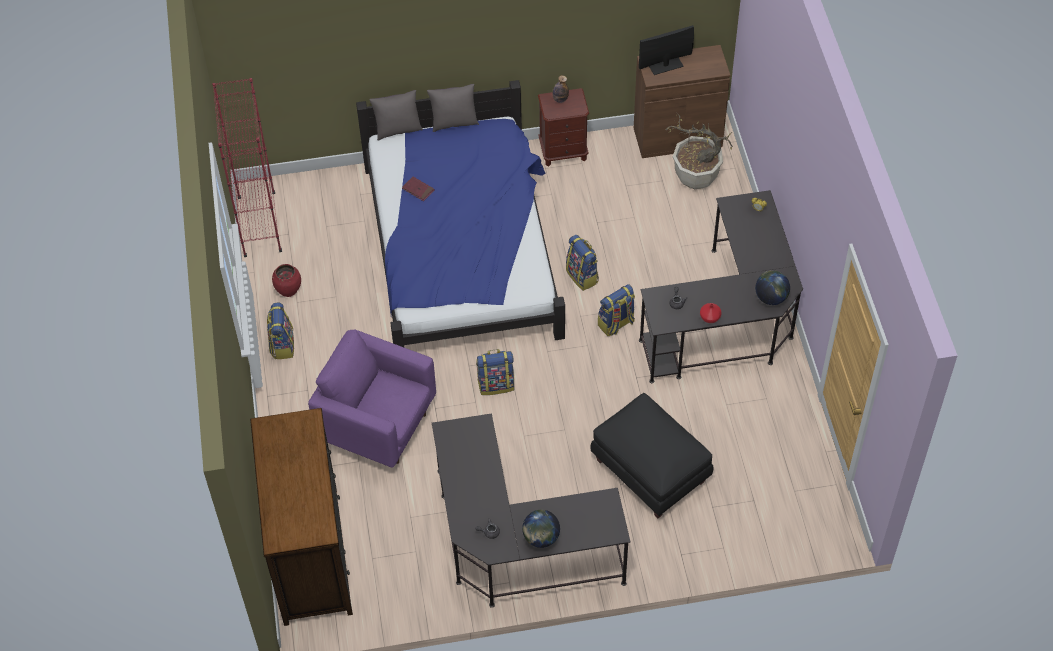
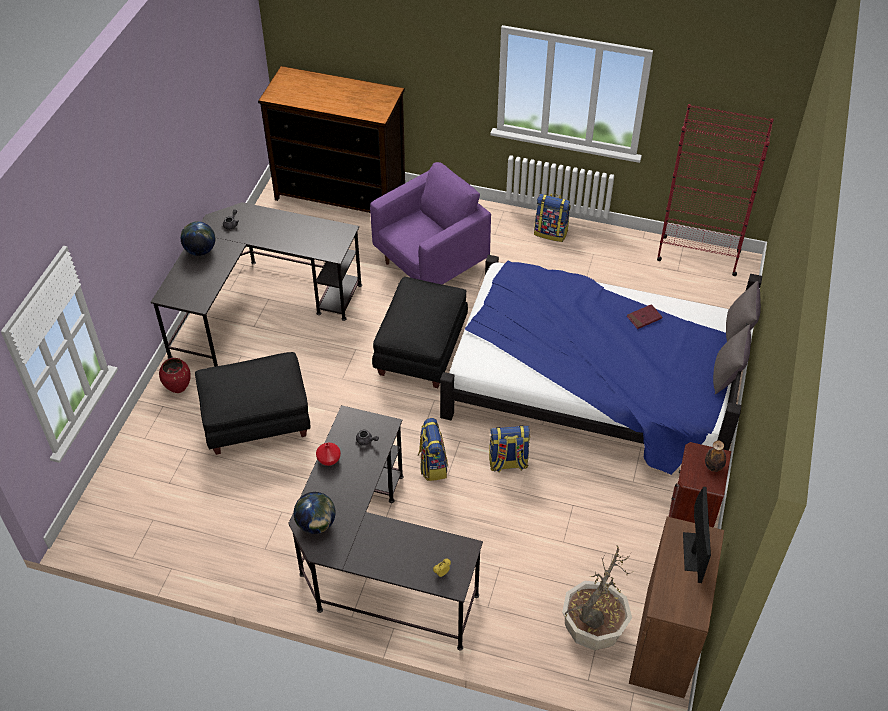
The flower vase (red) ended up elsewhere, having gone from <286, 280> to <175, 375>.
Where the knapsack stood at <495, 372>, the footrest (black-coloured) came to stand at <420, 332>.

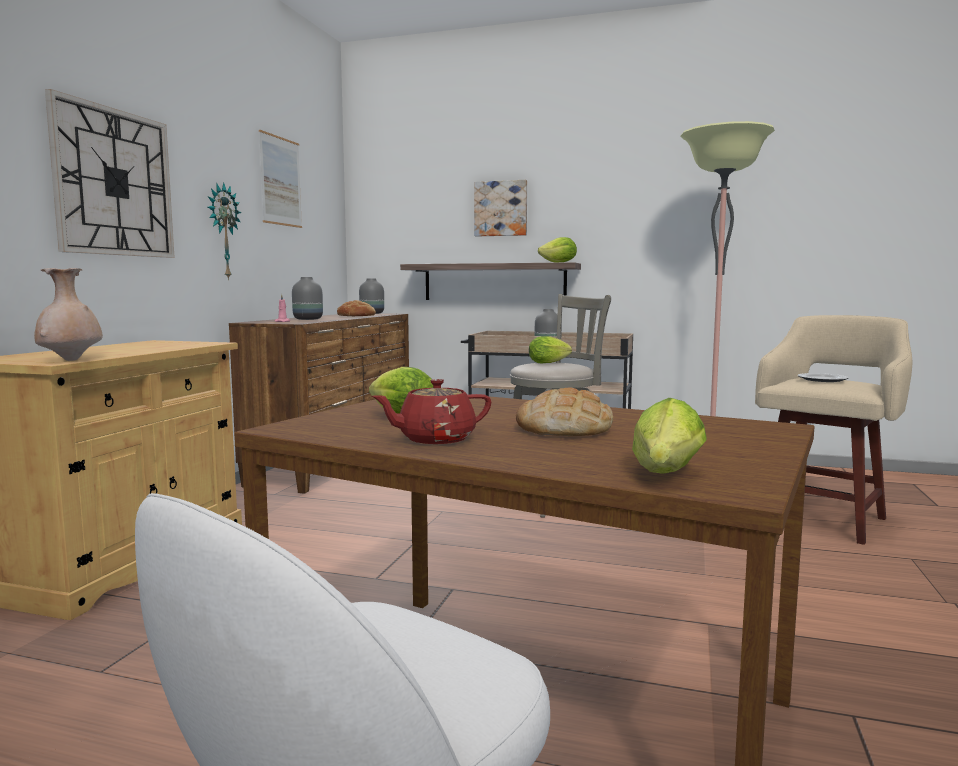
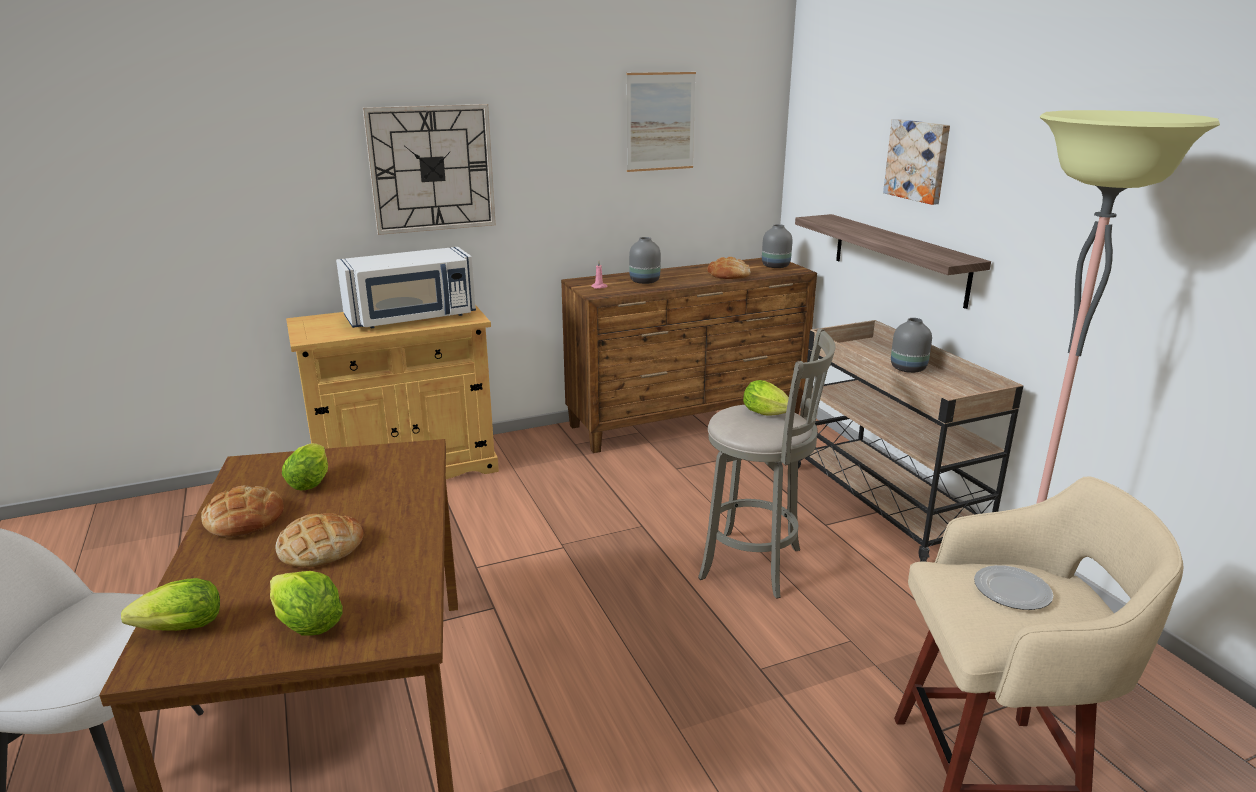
The second view lost the flower vase (beige) at <68, 314>.
The second view lost the hanging clock at <224, 231>.
Where the teapot (red) stood at <431, 411>, the bakery bread came to stand at <242, 511>.
The head of lettuce ended up elsewhere, having gone from <557, 250> to <306, 603>.
The second view gained the microwave (white-coloured) at <406, 287>.

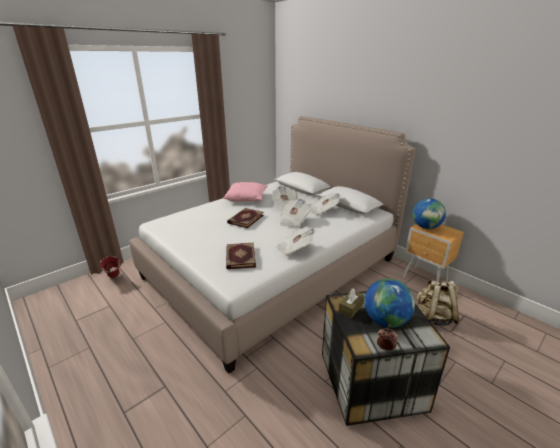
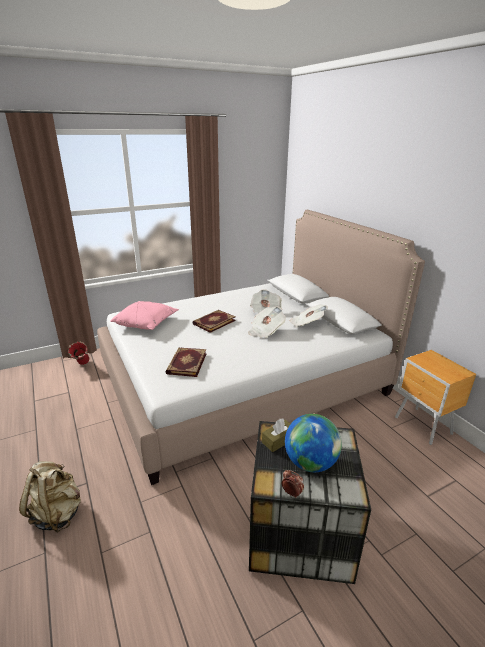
The cushion (pinkish) ended up elsewhere, having gone from <246, 192> to <144, 315>.
The second view lost the newspaper at <296, 241>.
The second view lost the world globe at <429, 213>.
The knapsack (beige) ended up elsewhere, having gone from <438, 303> to <50, 497>.

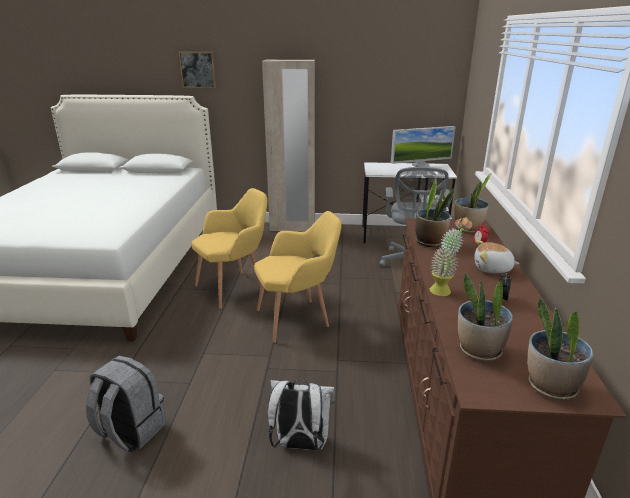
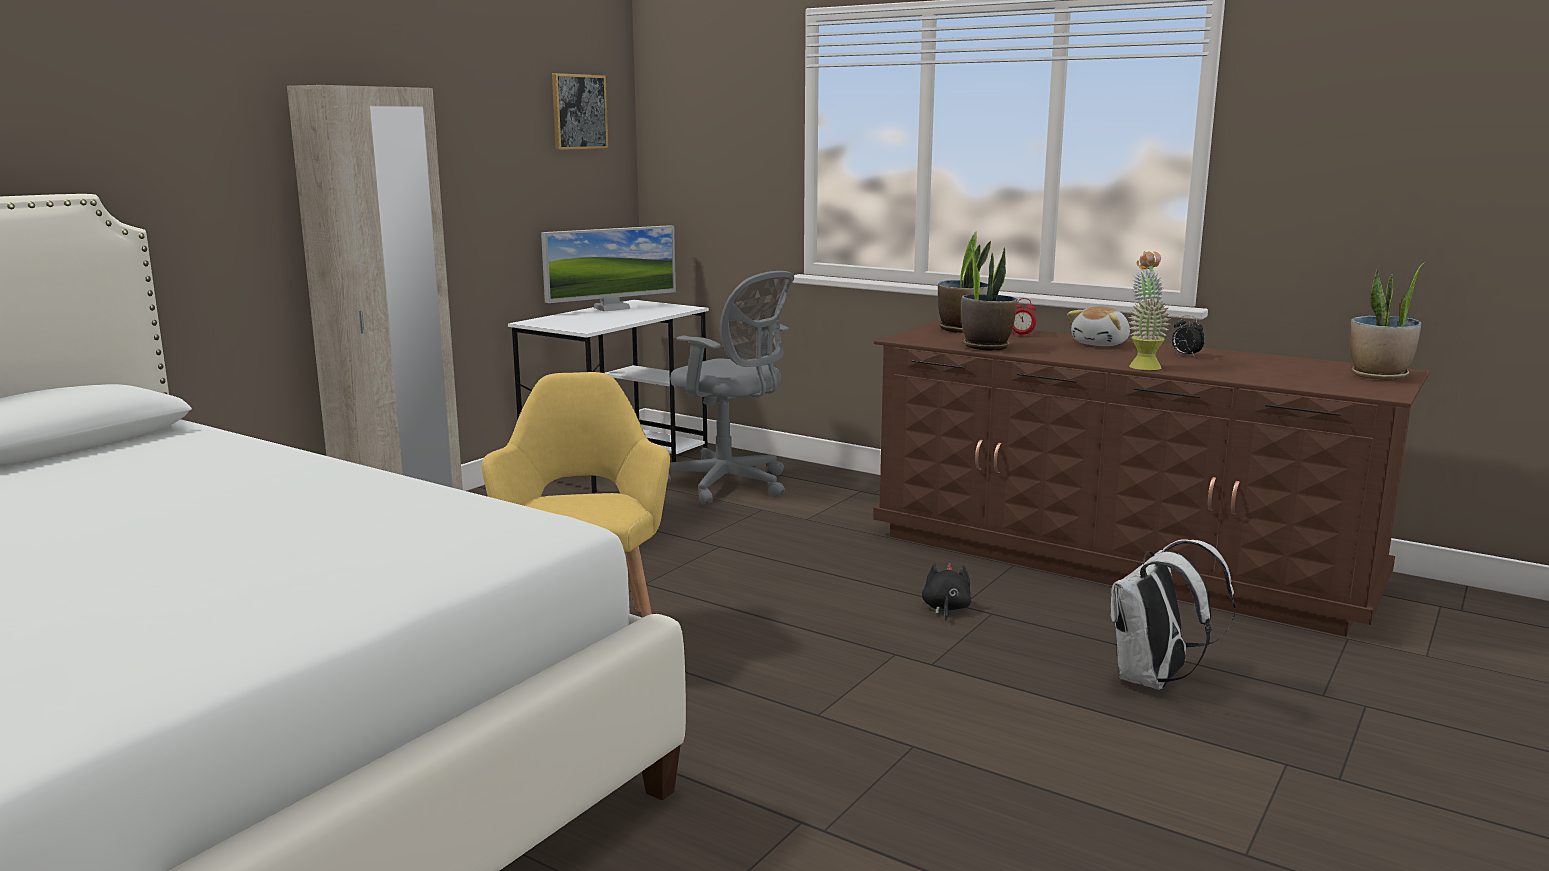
The second view lost the knapsack (gray) at <126, 404>.
The picture ended up elsewhere, having gone from <197, 70> to <580, 111>.
The second view lost the armchair (yellow-coloured) at <297, 277>.
The computer screen at <423, 146> ended up facing another way, 45 degrees clockwise from before.
The second view lost the houseplant at <485, 317>.
The second view gained the soft toy (black-coloured) at <946, 592>.

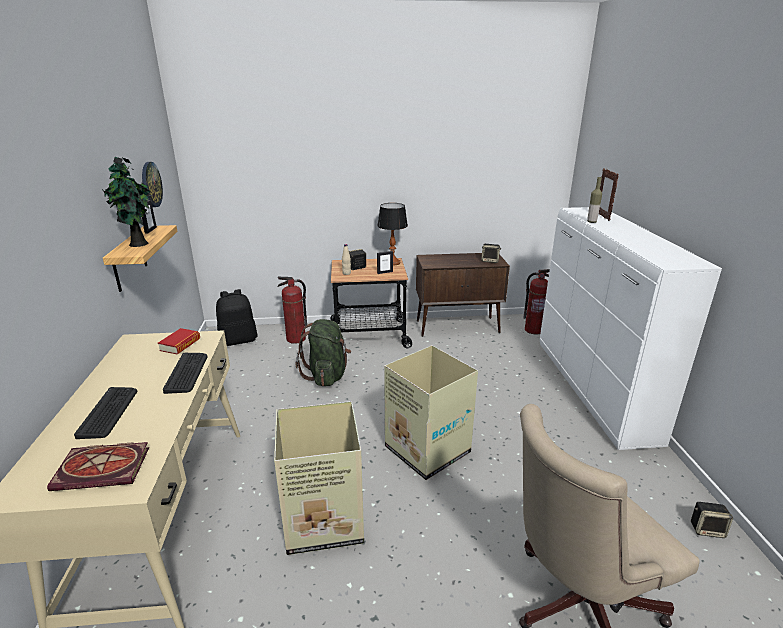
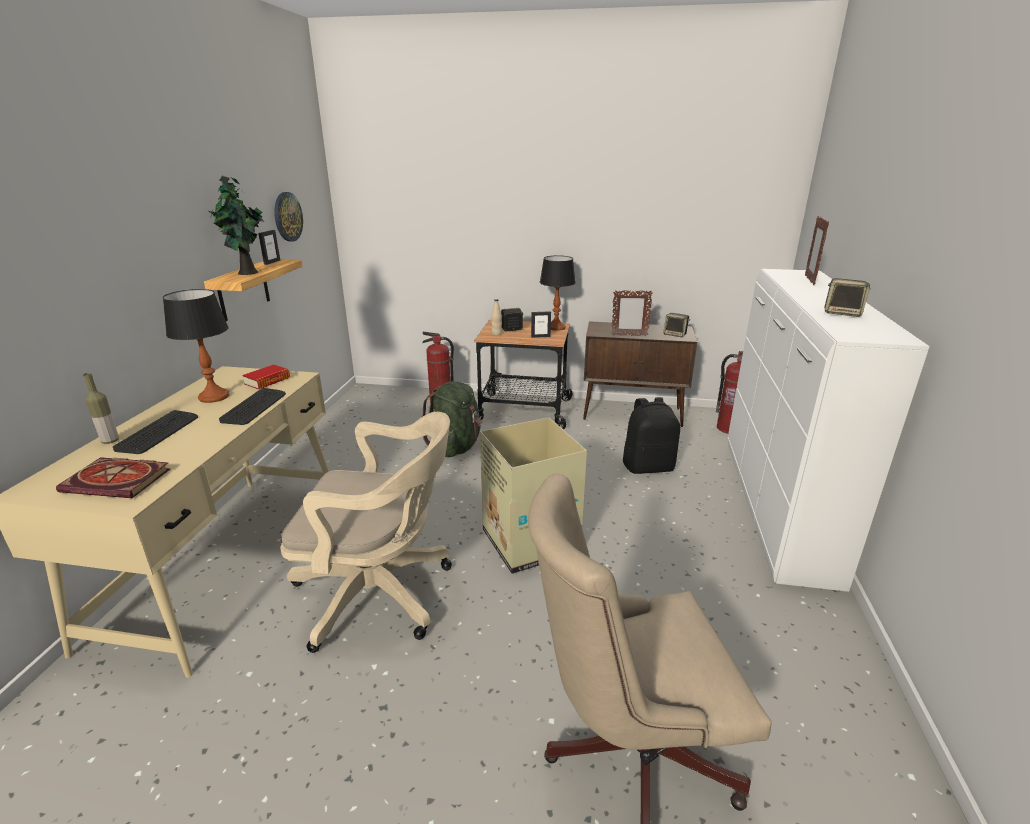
The knapsack (black-coloured) ended up elsewhere, having gone from <237, 317> to <651, 435>.
Where the carton stood at <319, 478>, the office chair (beige) came to stand at <366, 532>.
The bottle ended up elsewhere, having gone from <594, 200> to <101, 408>.
The audio speaker ended up elsewhere, having gone from <712, 520> to <848, 297>.
The second view gained the lamp for a table at <196, 346>.
The second view gained the picture frame at <632, 313>.

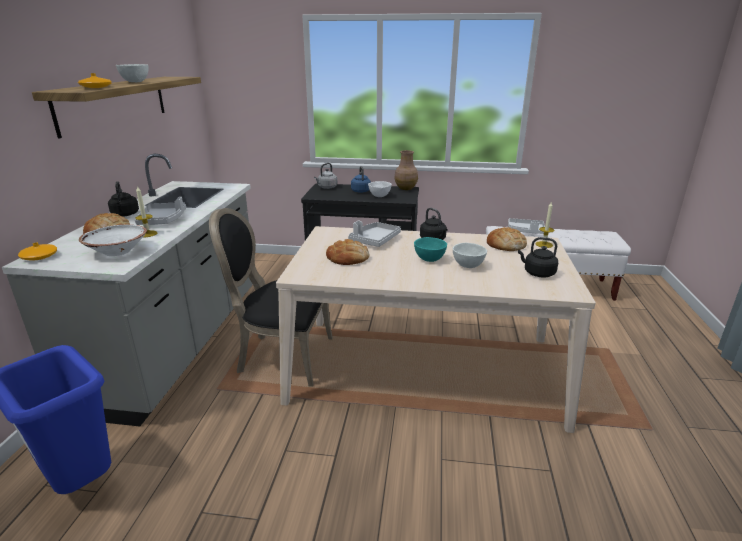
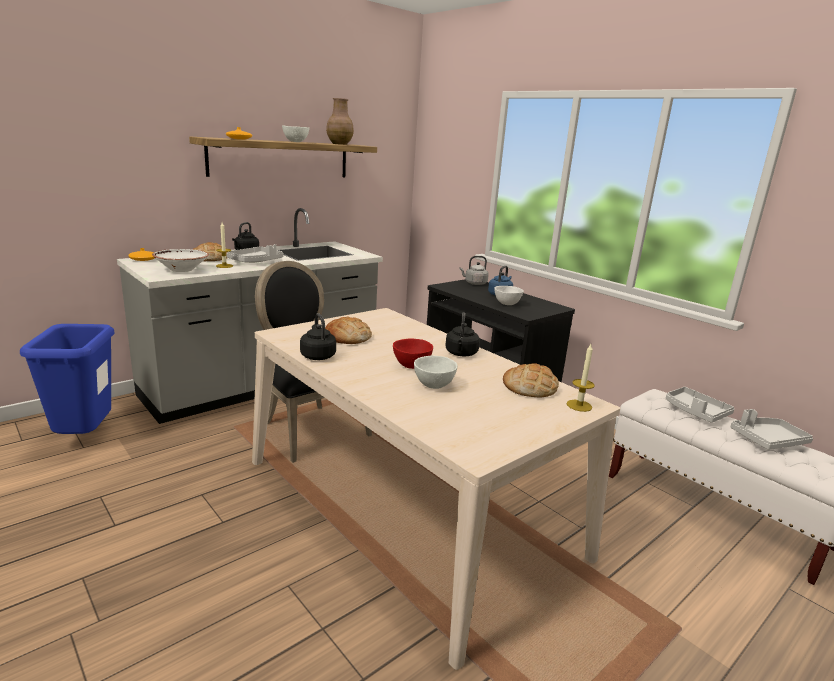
The tray (gray) ended up elsewhere, having gone from <374, 234> to <772, 429>.
The flower vase (brown) ended up elsewhere, having gone from <406, 170> to <340, 121>.
What was the deep dish (turquoise-coloured) at <430, 249> turned into the deep dish (red) at <413, 353>.
The kettle (black-coloured) ended up elsewhere, having gone from <538, 257> to <318, 336>.

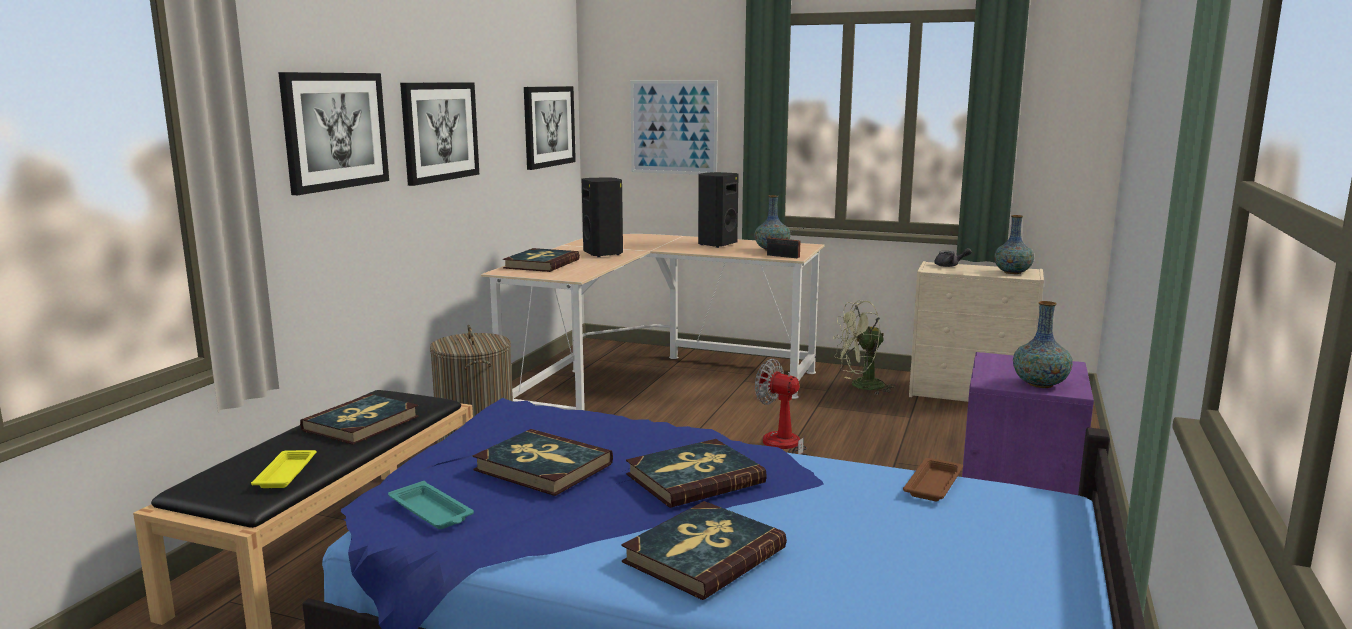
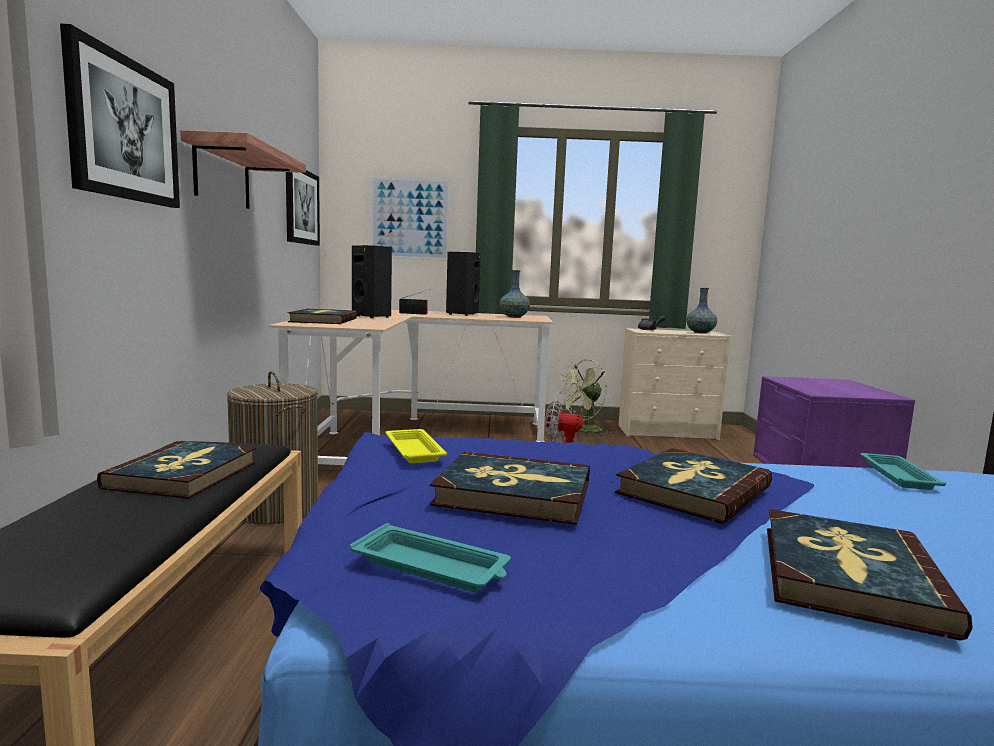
The tray (yellow-coloured) ended up elsewhere, having gone from <283, 469> to <416, 446>.
Where the picture hung at <439, 134>, the shelf came to hang at <243, 169>.
The radio ended up elsewhere, having gone from <785, 243> to <415, 302>.
What was the tray (brown) at <933, 479> turned into the tray (turquoise-coloured) at <903, 471>.
The second view lost the flower vase at <1043, 344>.

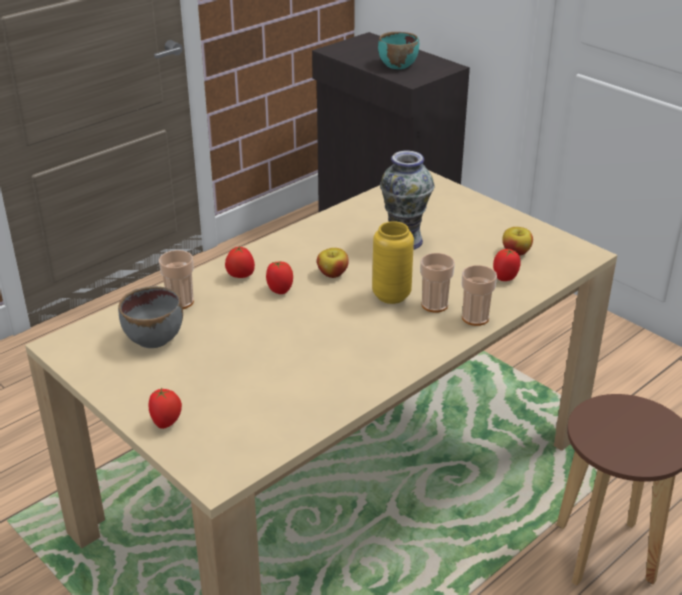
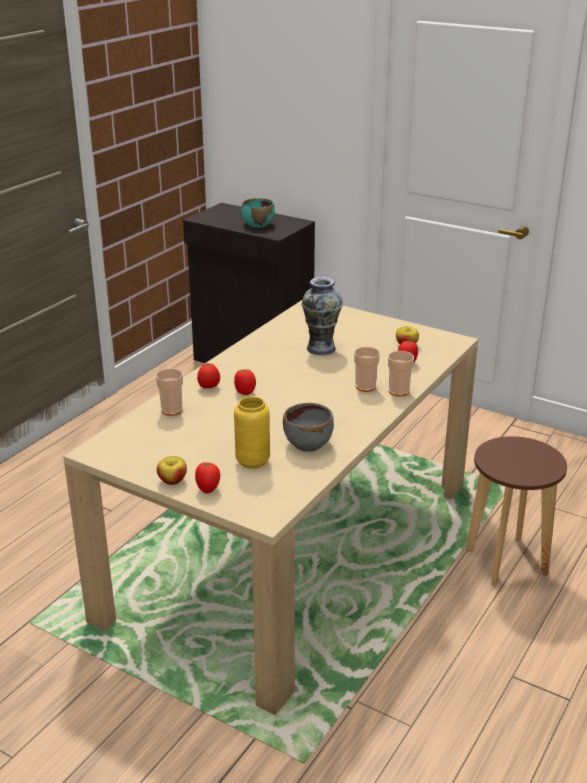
The deep dish (gray) ended up elsewhere, having gone from <150, 317> to <308, 427>.
The apple ended up elsewhere, having gone from <333, 263> to <172, 470>.
The flower vase (yellow-coloured) ended up elsewhere, having gone from <393, 262> to <252, 432>.

